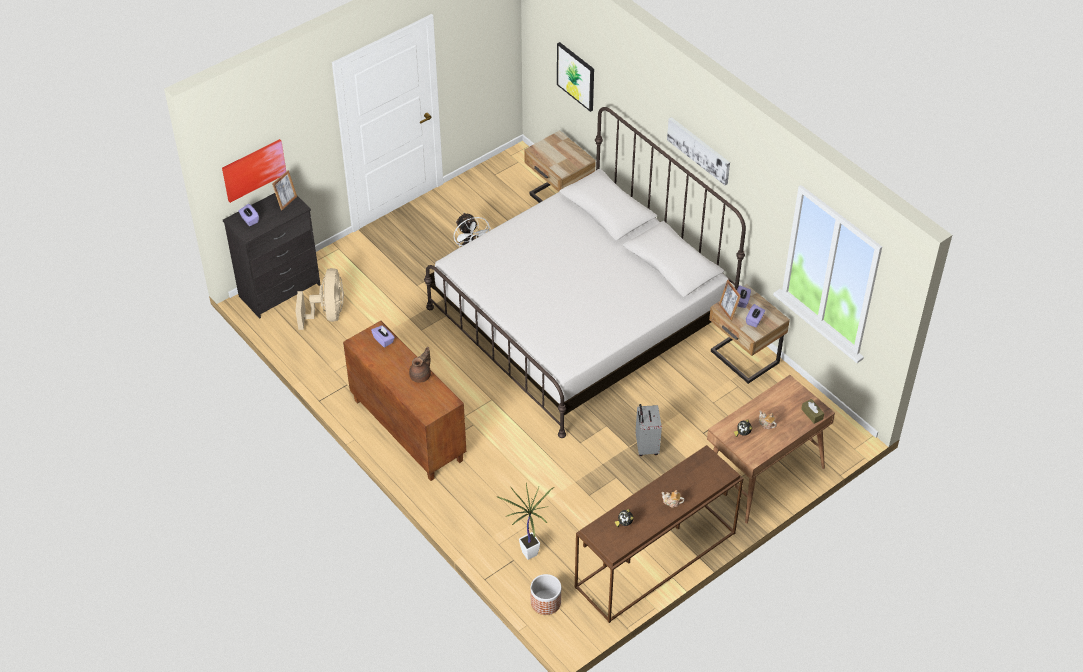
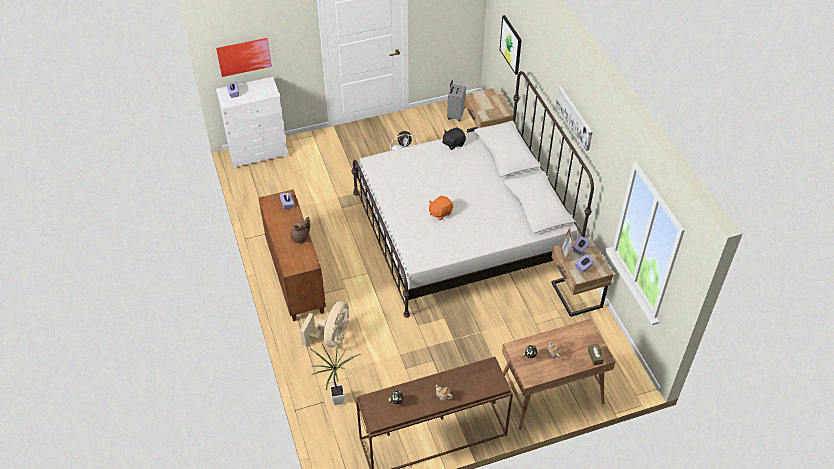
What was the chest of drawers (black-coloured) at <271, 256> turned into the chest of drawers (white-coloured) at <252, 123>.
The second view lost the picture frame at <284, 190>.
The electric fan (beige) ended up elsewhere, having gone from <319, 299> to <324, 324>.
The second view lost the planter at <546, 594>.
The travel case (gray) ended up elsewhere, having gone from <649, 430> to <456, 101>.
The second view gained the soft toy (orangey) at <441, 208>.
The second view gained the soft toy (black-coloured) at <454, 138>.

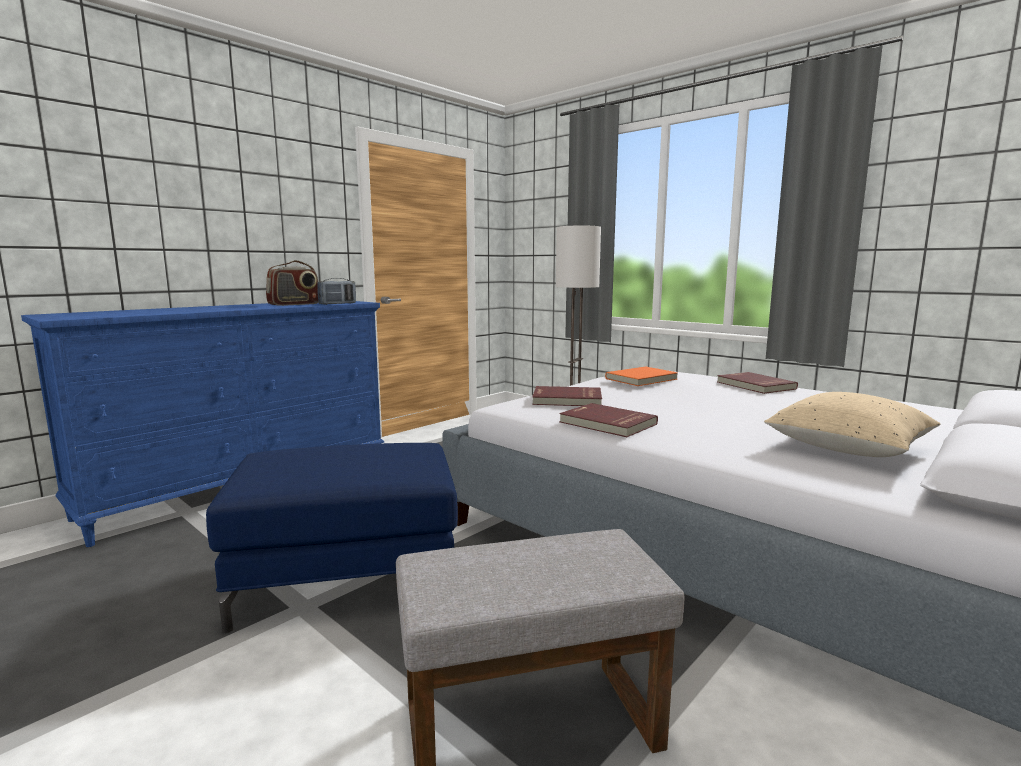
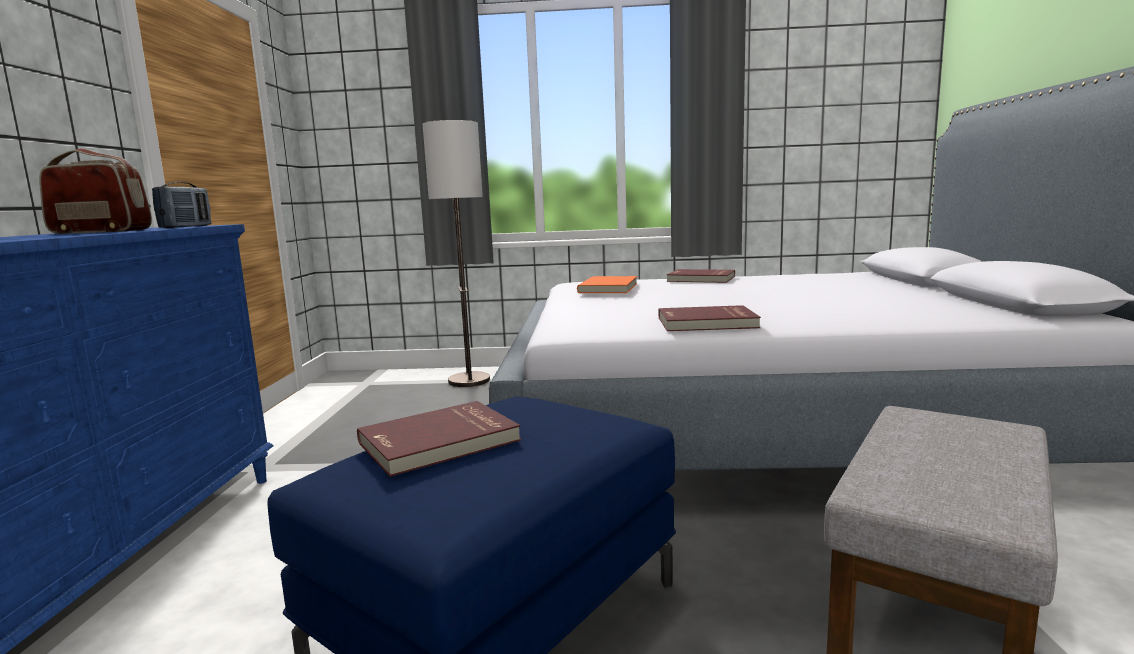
The radio at <292, 283> ended up facing another way, 90 degrees counterclockwise from before.
The book (red) ended up elsewhere, having gone from <567, 396> to <439, 439>.
The second view lost the cushion (beige) at <852, 424>.

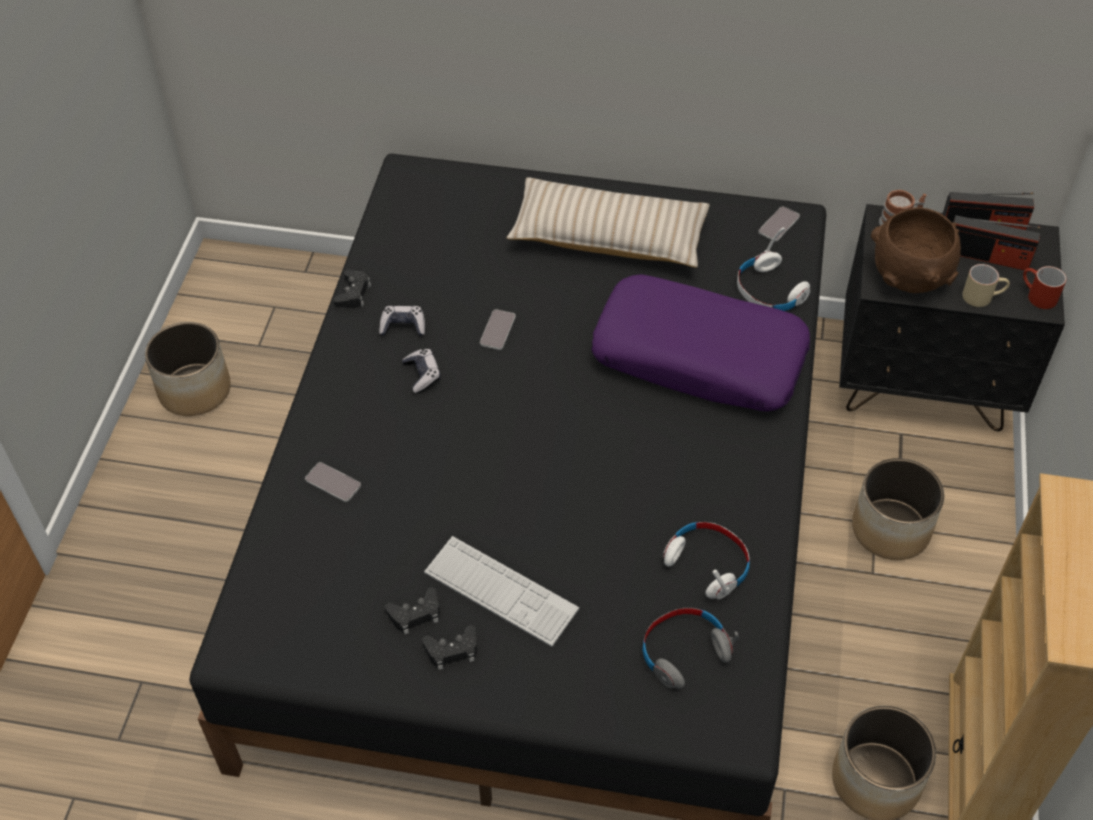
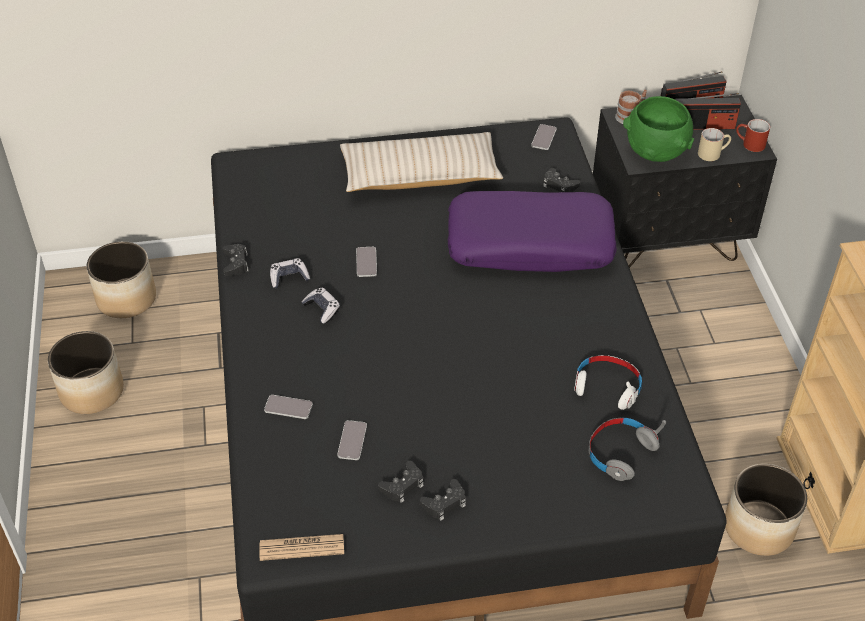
The second view lost the PC keyboard at <501, 591>.
Where the pair of headphones (white-coloured) stood at <773, 269>, the gamepad (black-coloured) came to stand at <561, 180>.
The planter ended up elsewhere, having gone from <898, 509> to <121, 279>.
What was the deep dish (brown) at <916, 250> turned into the deep dish (greenish) at <658, 129>.
The second view gained the newspaper at <301, 547>.
The second view gained the phone at <352, 440>.

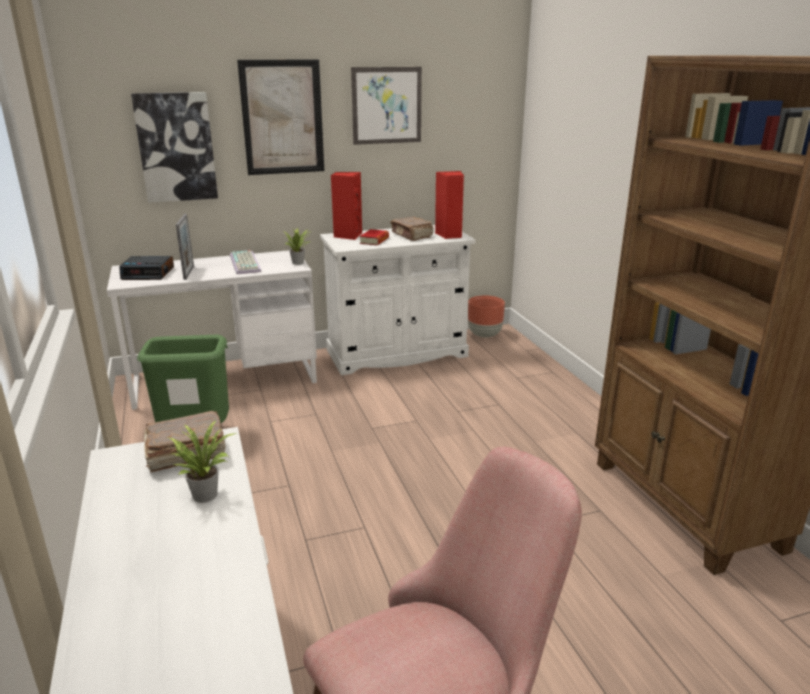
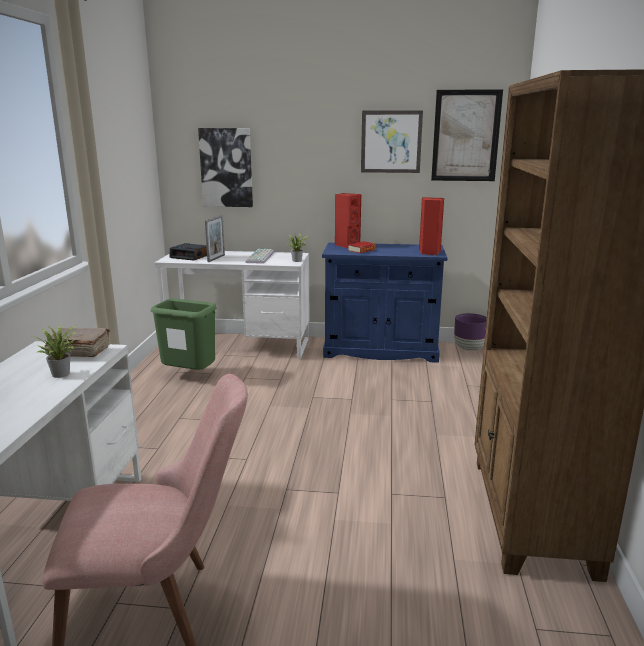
The picture ended up elsewhere, having gone from <280, 117> to <467, 135>.
What was the cabinet (white-coloured) at <398, 300> turned into the cabinet (blue) at <384, 303>.
The second view lost the book (brown) at <412, 229>.
What was the planter (brown) at <486, 317> turned into the planter (purplish) at <470, 332>.

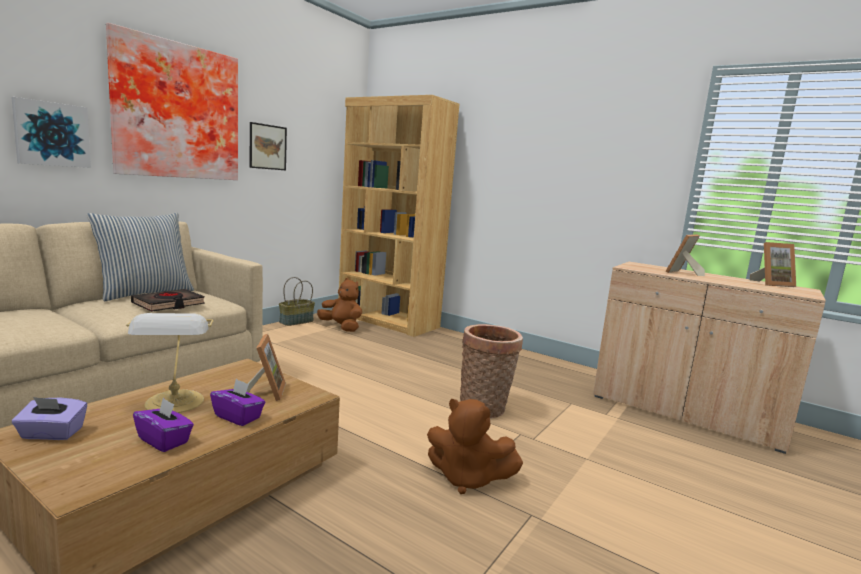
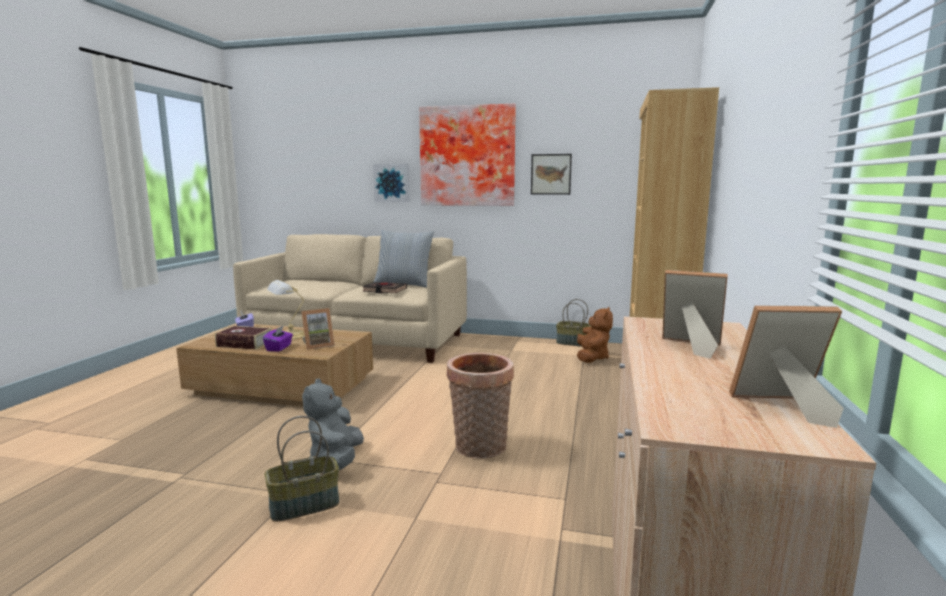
Where the tissue holder (purplish) stood at <163, 425>, the book came to stand at <243, 338>.
What was the soft toy (brown) at <475, 446> turned into the soft toy (gray) at <333, 424>.
The picture frame at <773, 264> ended up facing another way, 120 degrees clockwise from before.
The second view gained the household basket at <301, 469>.

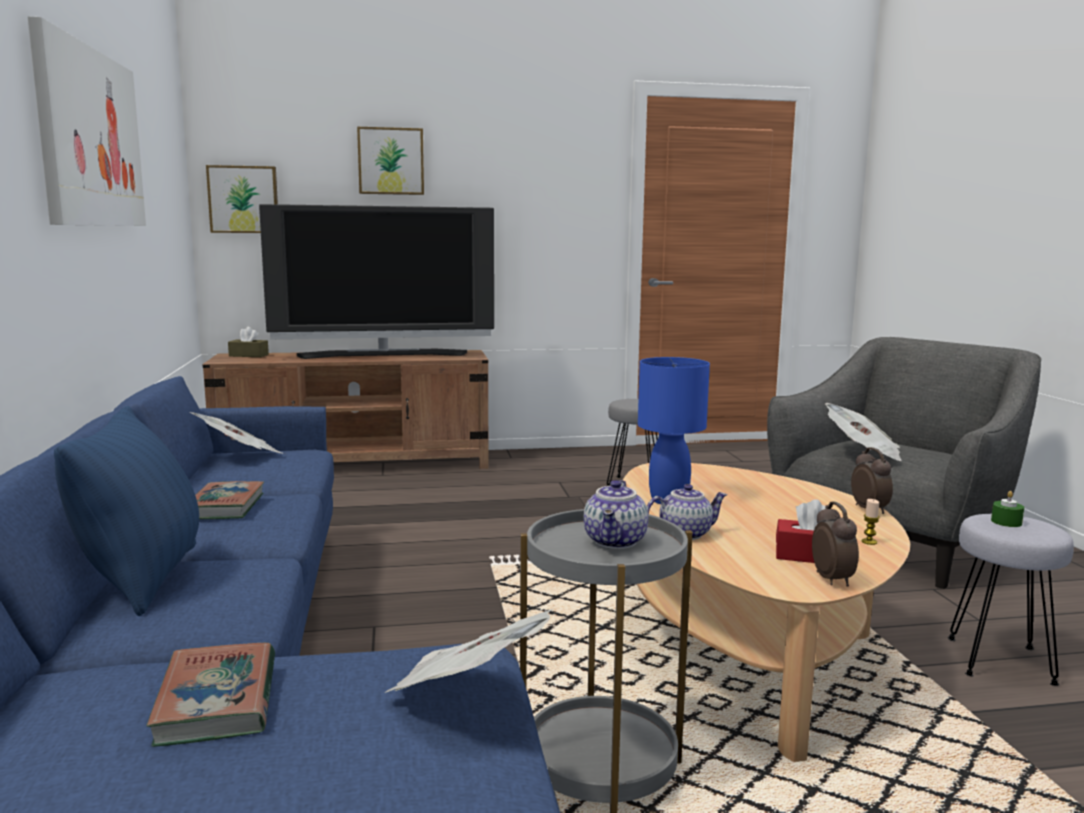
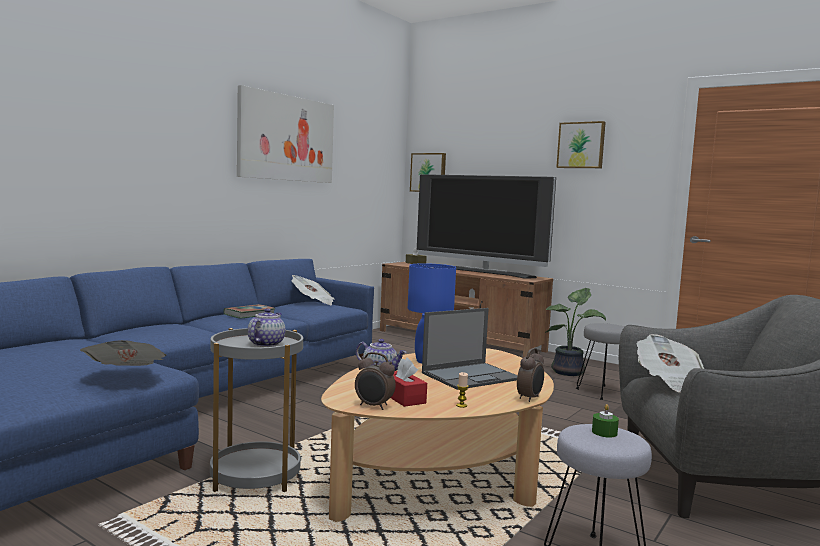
The second view lost the cushion (blue) at <126, 511>.
The second view lost the book at <210, 695>.
The picture ended up elsewhere, having gone from <390, 161> to <581, 144>.
The teapot at <615, 514> ended up facing another way, 135 degrees clockwise from before.
The alarm clock at <835, 544> ended up facing another way, 75 degrees clockwise from before.
The second view gained the notebook computer at <470, 349>.
The second view gained the houseplant at <575, 332>.

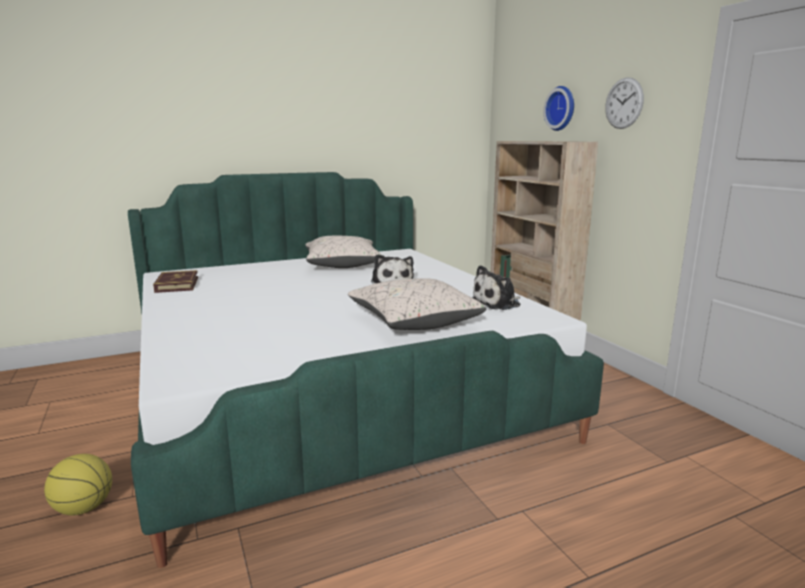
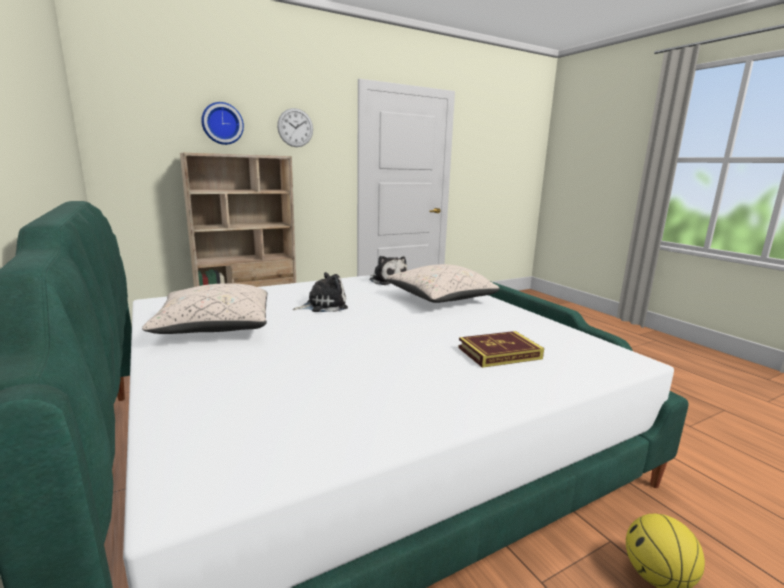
The book ended up elsewhere, having gone from <175, 281> to <501, 349>.

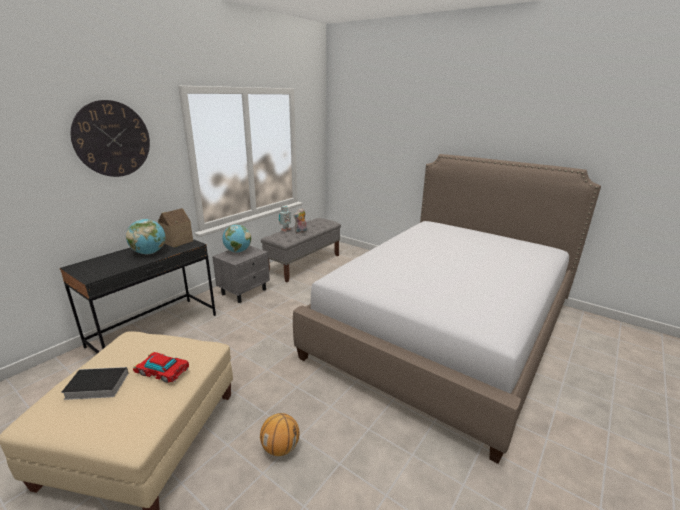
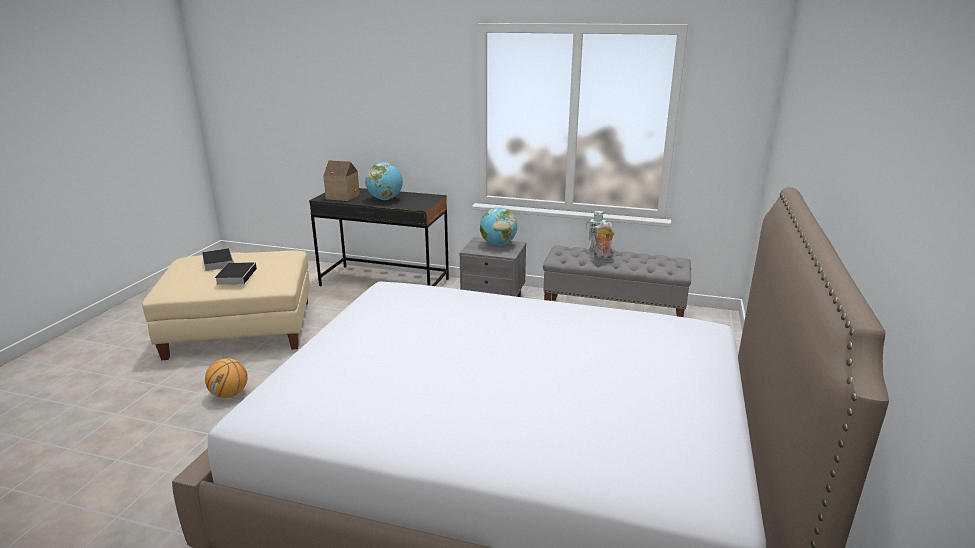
The second view lost the hanging clock at <110, 138>.
Where the miniature car stood at <161, 367>, the book came to stand at <236, 273>.
The toy house ended up elsewhere, having gone from <175, 227> to <341, 180>.

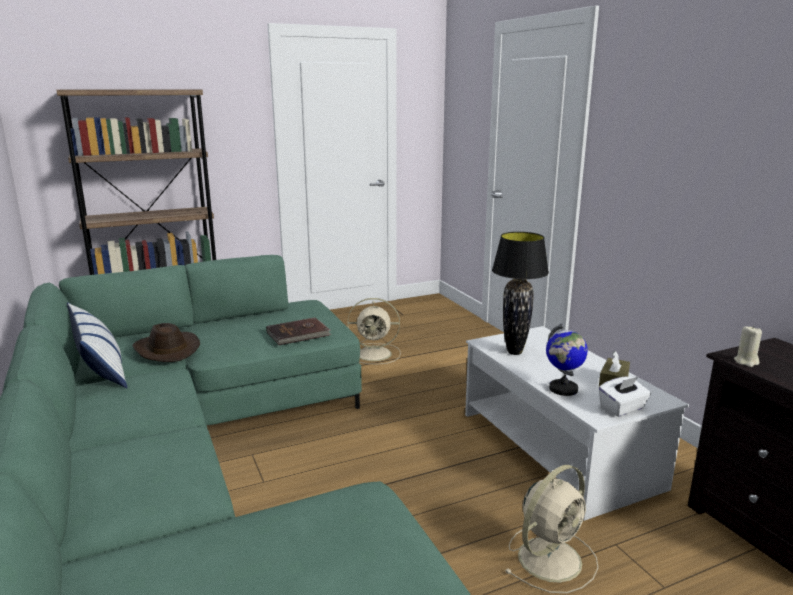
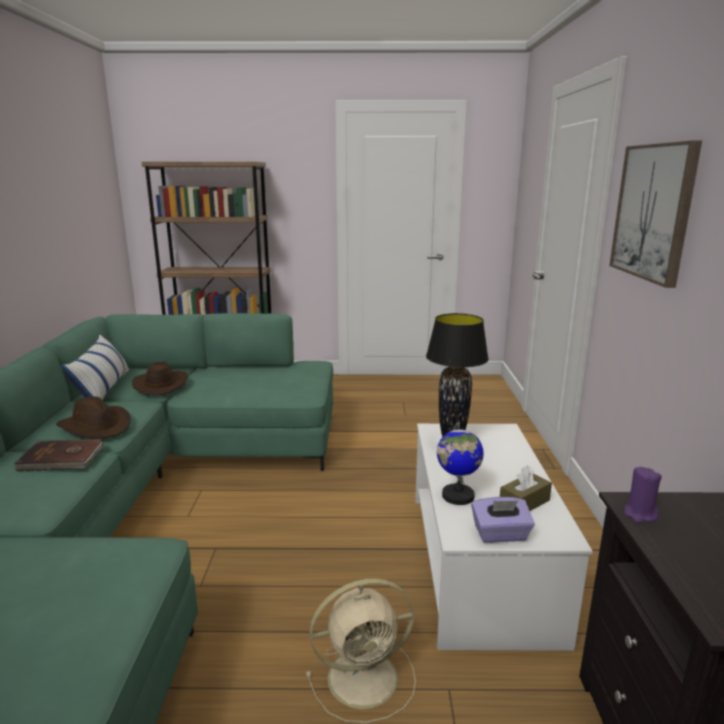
The book (brown) ended up elsewhere, having gone from <298, 331> to <58, 455>.
The second view lost the electric fan (beige) at <374, 331>.
What was the tissue holder (white-coloured) at <624, 397> turned into the tissue holder (purplish) at <503, 520>.
What was the wax candle (beige) at <748, 346> turned into the wax candle (purplish) at <643, 495>.
The second view gained the wearable hat (brown) at <93, 417>.
The second view gained the picture at <655, 214>.

